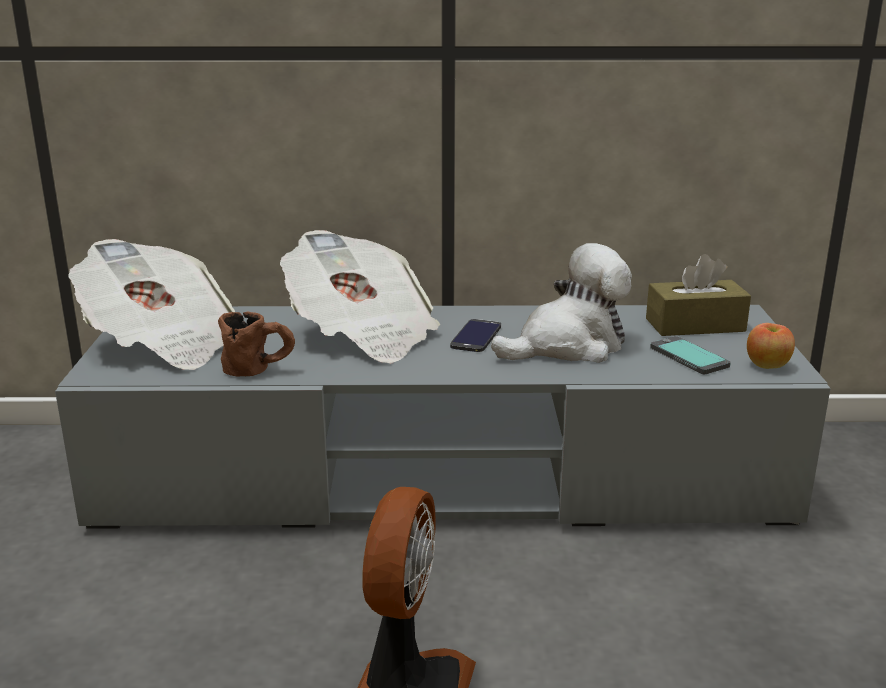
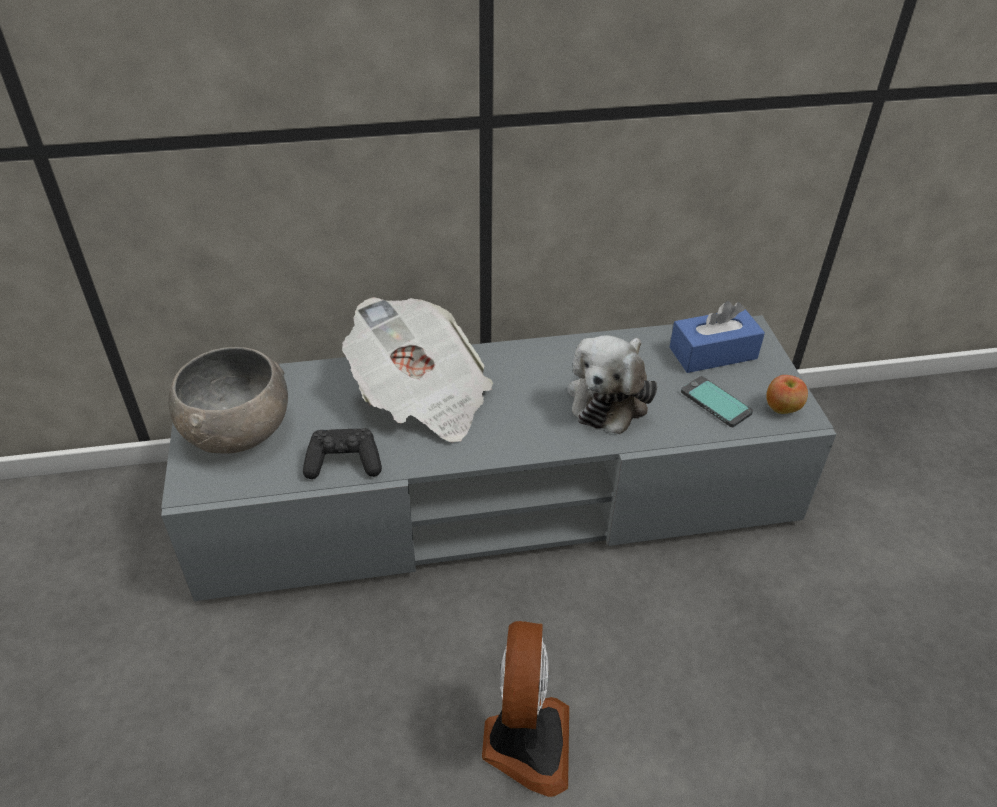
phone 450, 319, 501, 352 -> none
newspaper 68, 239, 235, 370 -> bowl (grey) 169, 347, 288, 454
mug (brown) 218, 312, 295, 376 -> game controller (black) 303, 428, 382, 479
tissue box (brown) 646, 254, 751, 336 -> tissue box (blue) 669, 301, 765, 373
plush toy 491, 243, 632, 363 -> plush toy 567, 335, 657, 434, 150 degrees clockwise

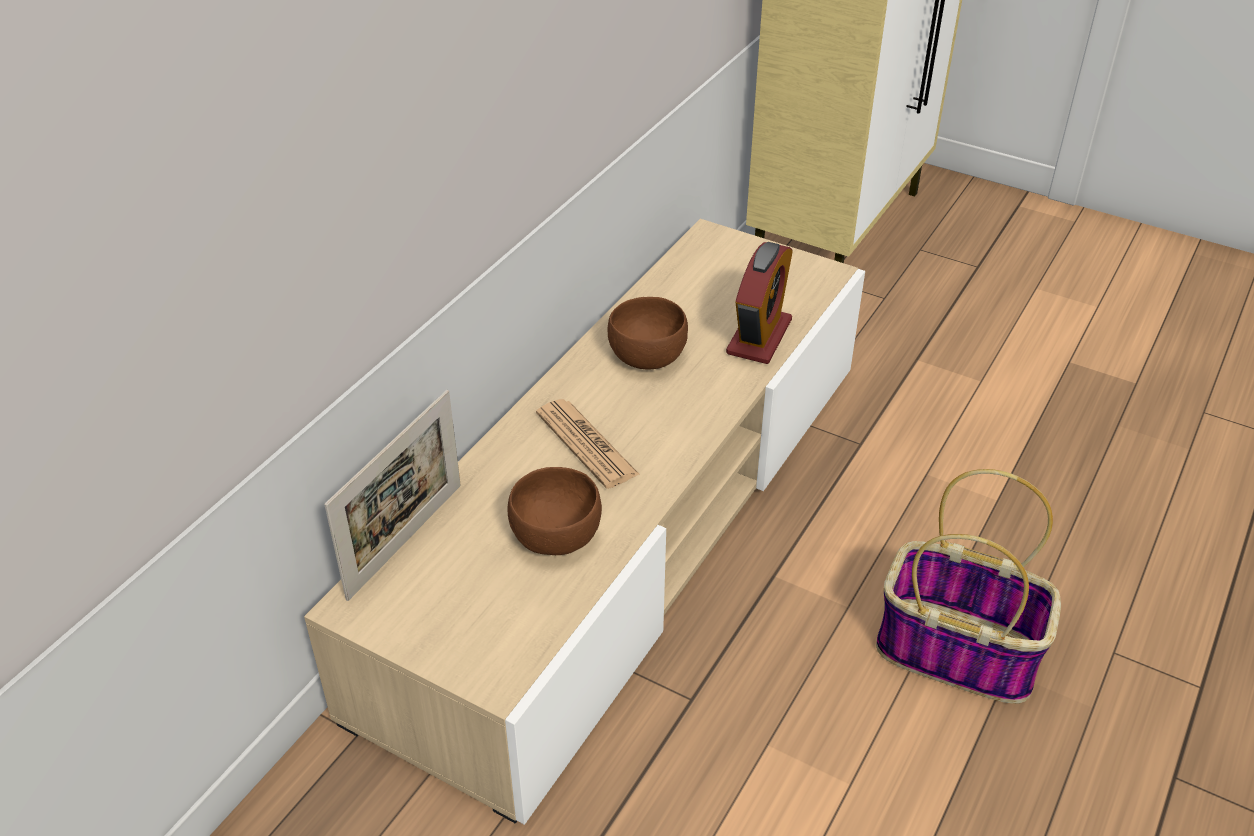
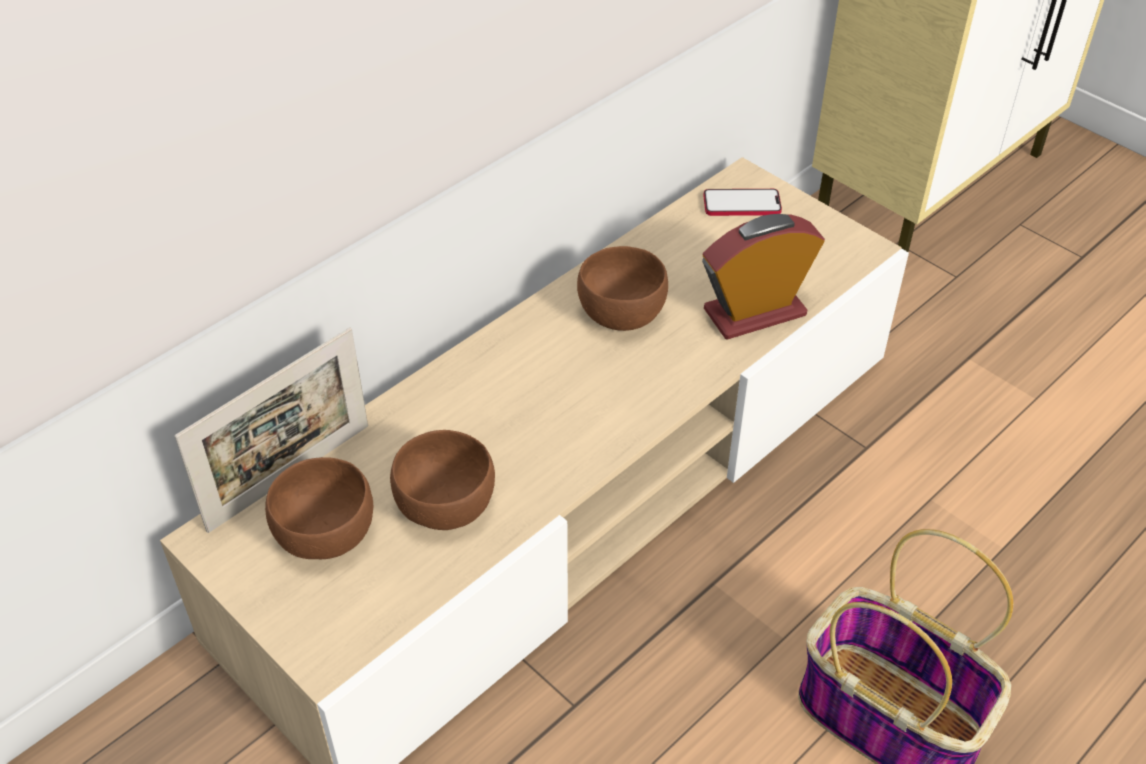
newspaper 536, 399, 640, 489 -> none
none -> bowl (brown) 265, 457, 373, 559
none -> phone 703, 189, 782, 216
alarm clock 726, 242, 793, 364 -> alarm clock 702, 214, 825, 339, 150 degrees counterclockwise

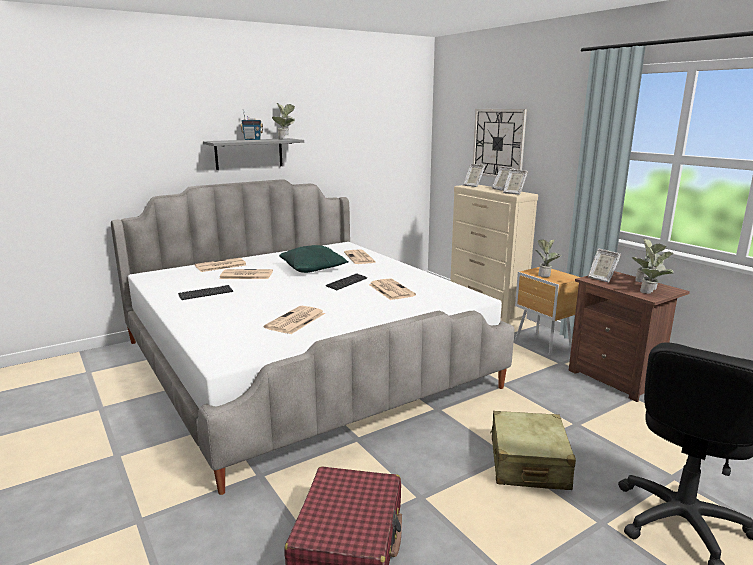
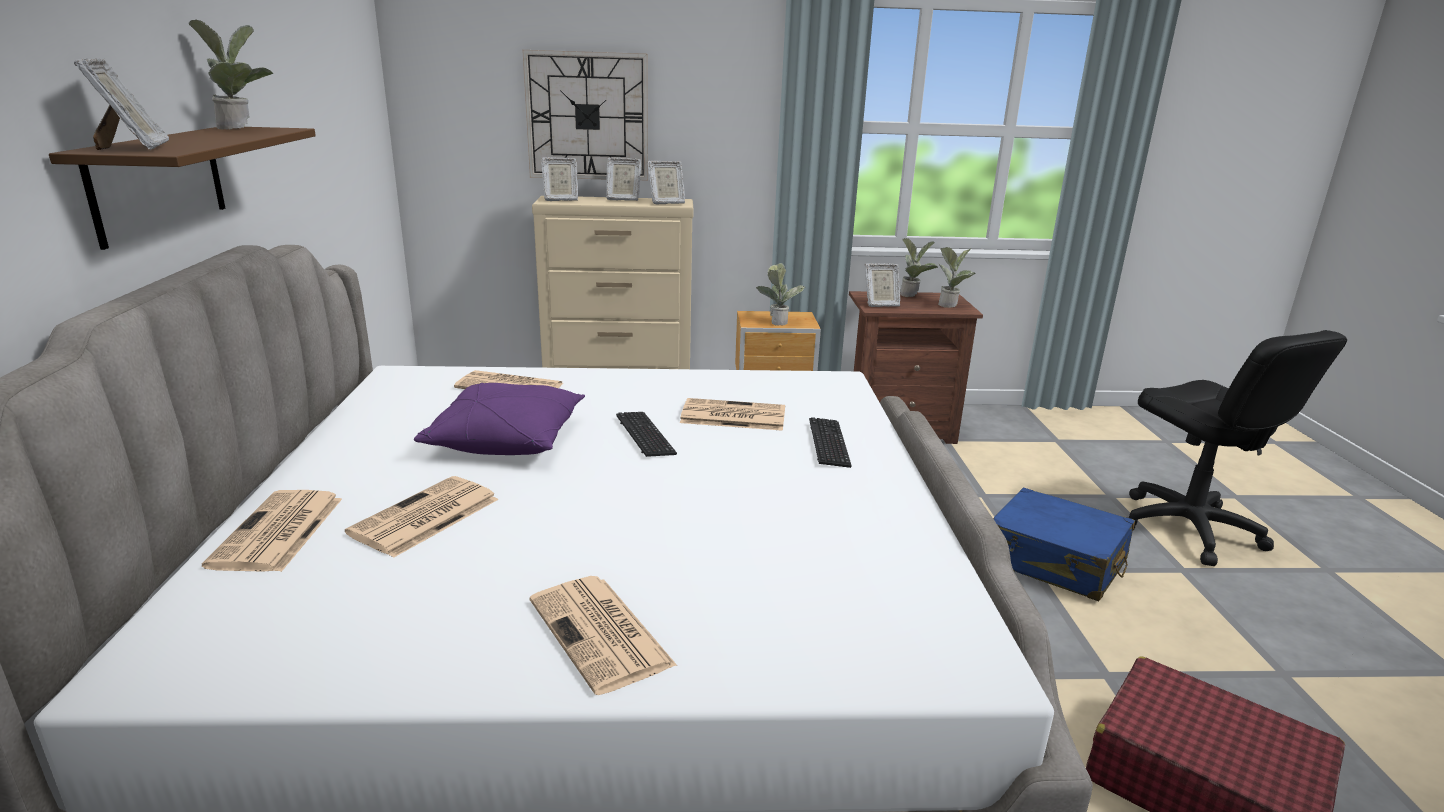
radio 240, 110, 263, 140 -> none
none -> picture frame 74, 58, 169, 150
keyboard 178, 285, 233, 300 -> keyboard 809, 417, 852, 468, move
newspaper 264, 306, 325, 334 -> newspaper 530, 576, 677, 695, move
shelf (grey) 203, 138, 304, 170 -> shelf (brown) 49, 127, 316, 250
pillow (green) 279, 245, 349, 273 -> pillow (purple) 414, 383, 585, 455
suitcase (beige) 490, 411, 576, 490 -> suitcase (blue) 993, 487, 1135, 601

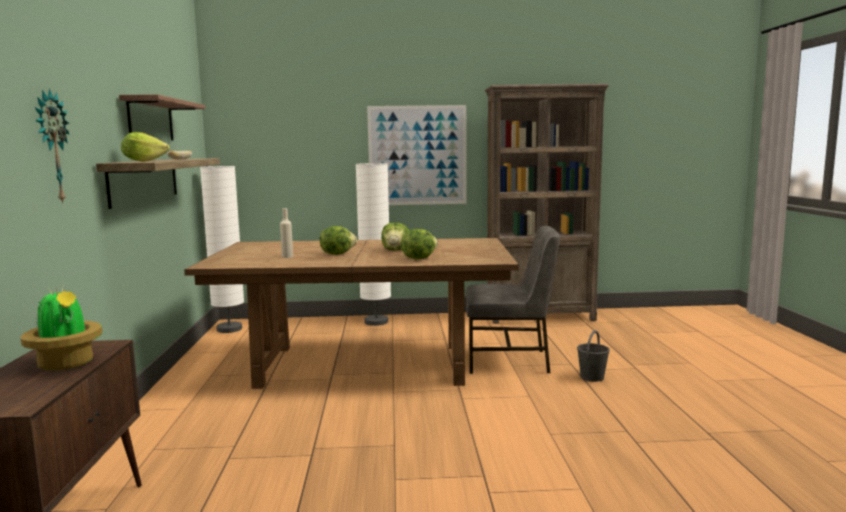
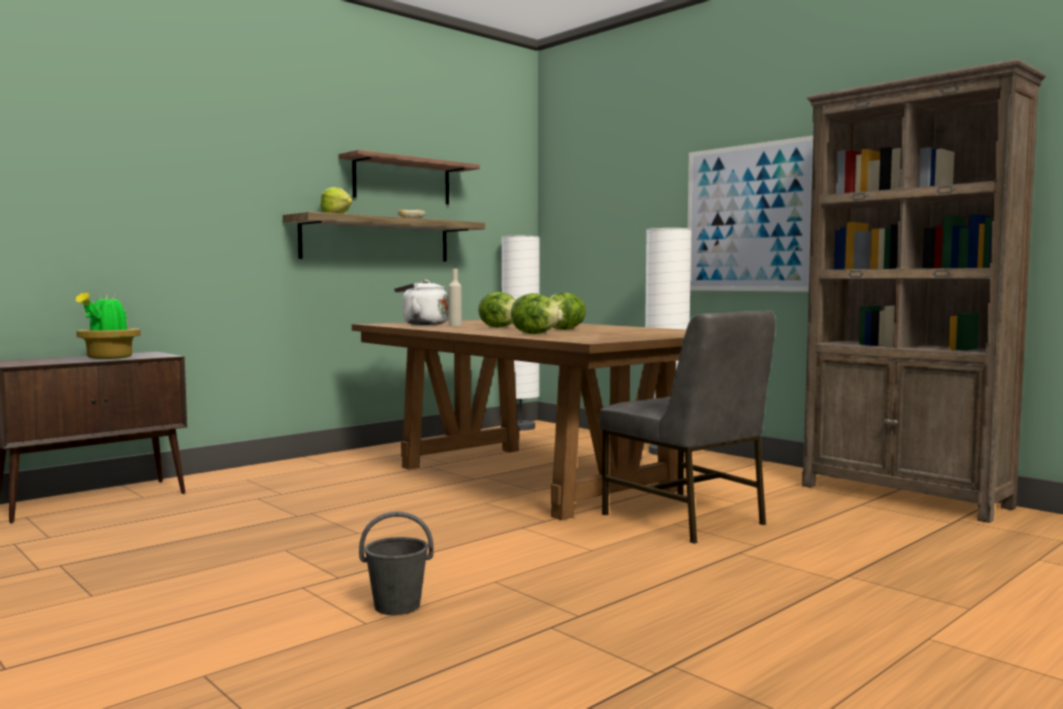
wall clock 35, 89, 70, 204 -> none
none -> kettle (white) 394, 280, 449, 325
bucket (grey) 577, 330, 610, 382 -> bucket (grey) 359, 511, 434, 615, move

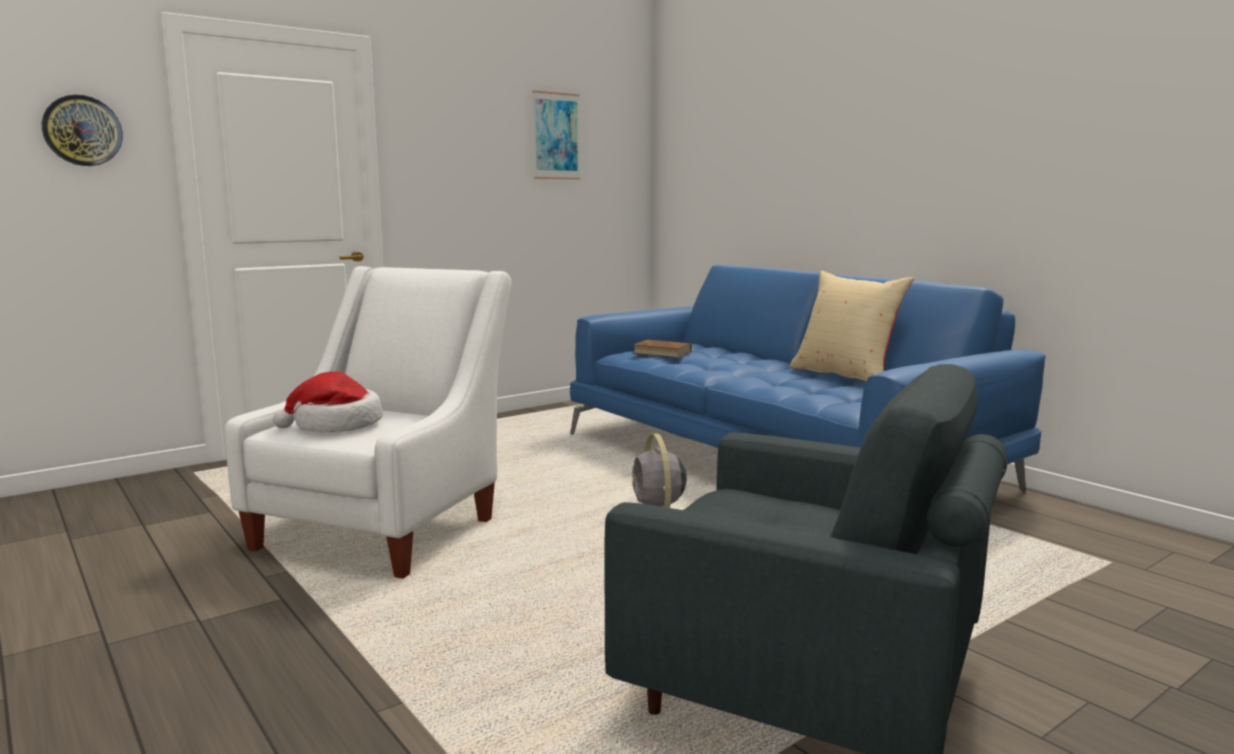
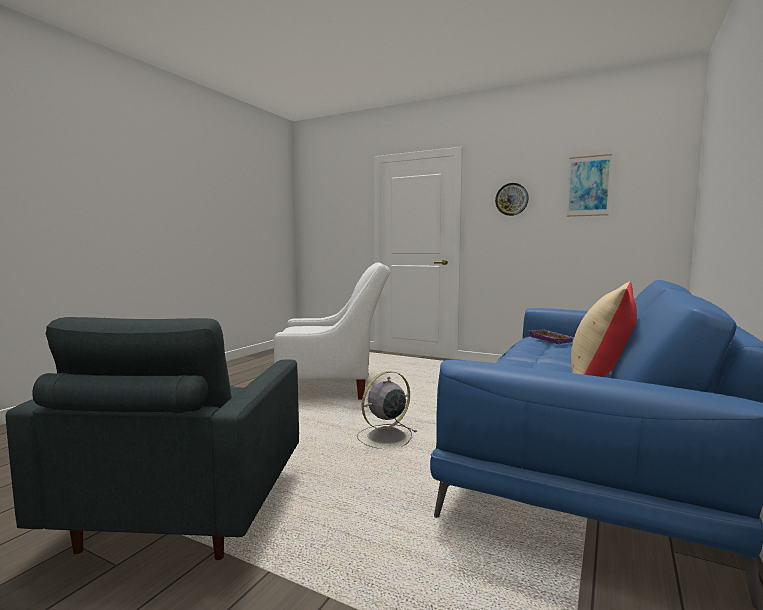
hat 273, 371, 383, 432 -> none
wall clock 42, 95, 123, 166 -> wall clock 495, 183, 529, 216, move
book (brown) 633, 340, 692, 358 -> tray (purple) 528, 329, 574, 344

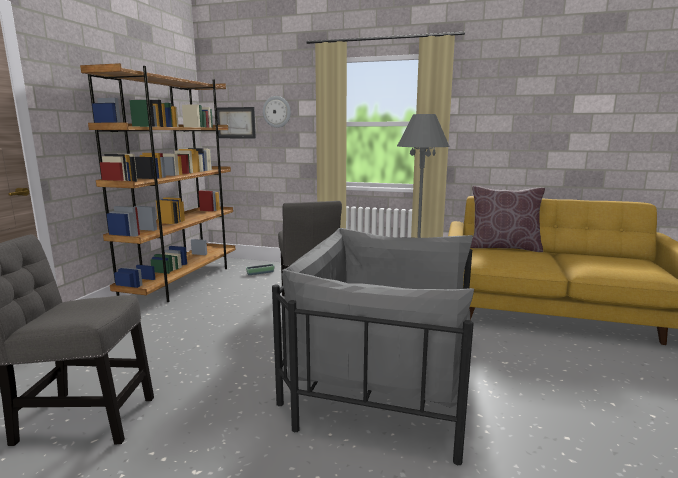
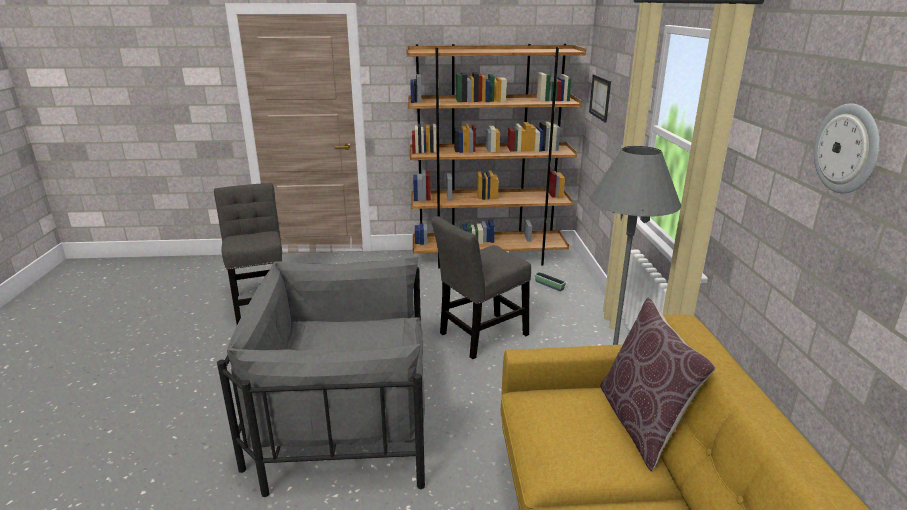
wall clock 263, 96, 291, 128 -> wall clock 814, 103, 880, 194, move
armchair (grey) 272, 228, 474, 465 -> armchair (grey) 217, 256, 425, 497, 90 degrees counterclockwise

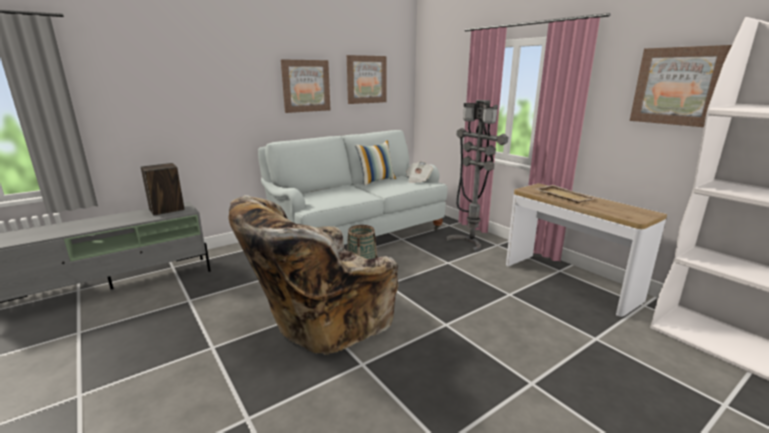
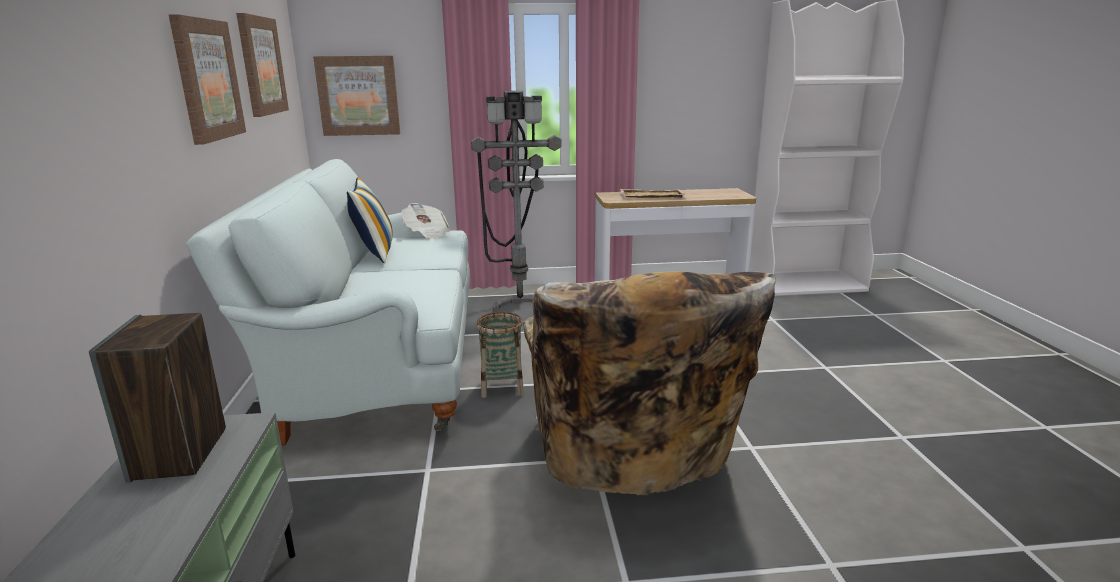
picture 630, 45, 732, 127 -> picture 313, 56, 400, 136, move

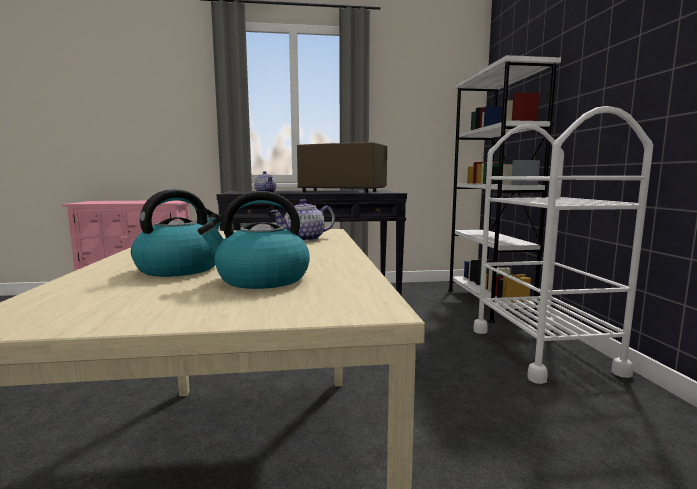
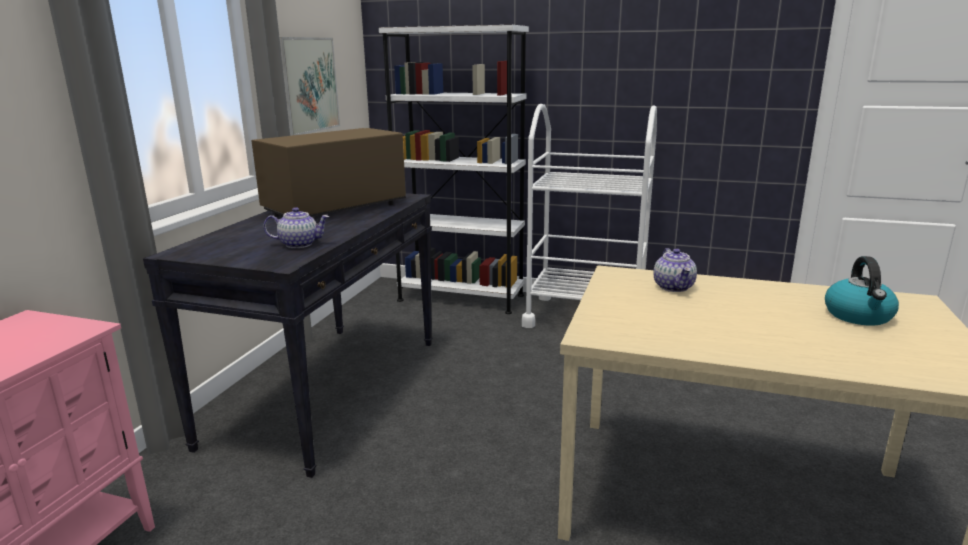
kettle 131, 189, 223, 277 -> none
none -> picture 279, 37, 340, 136

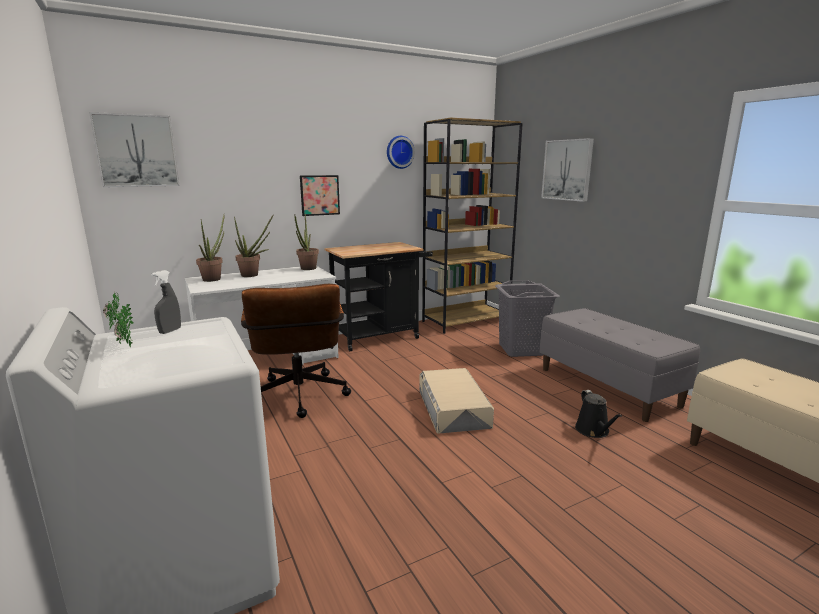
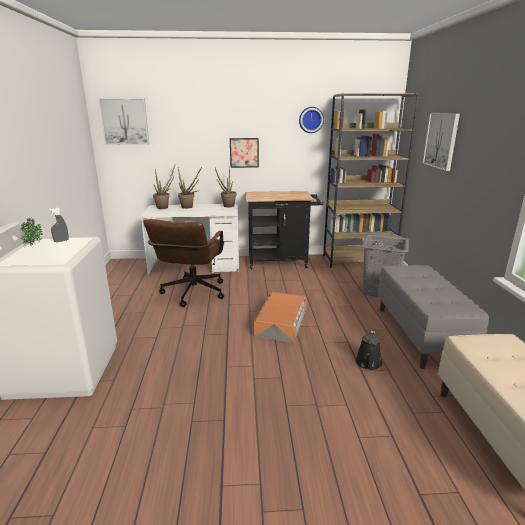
storage box (beige) 419, 368, 494, 434 -> storage box (orange) 253, 292, 307, 343

